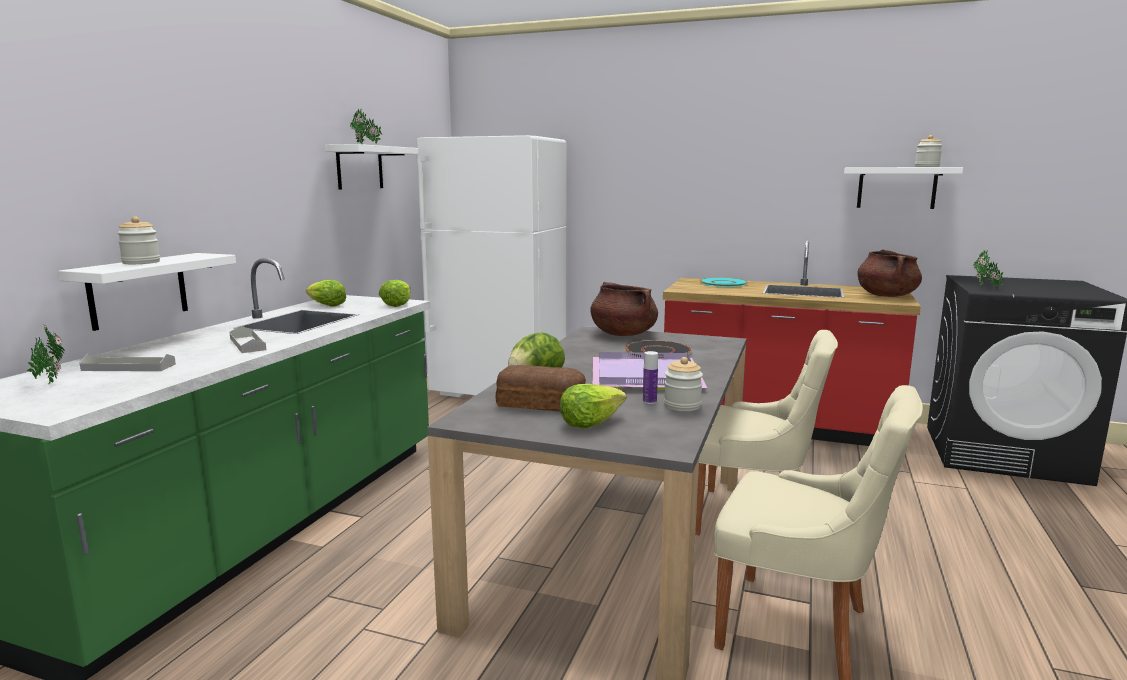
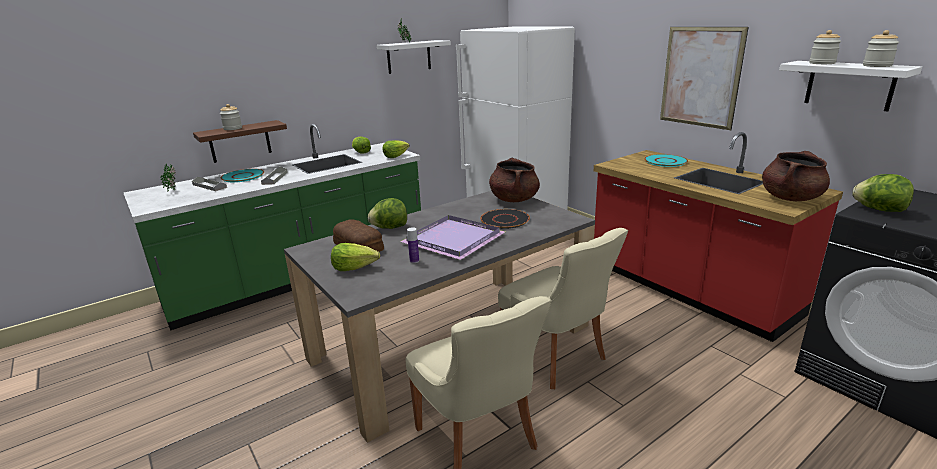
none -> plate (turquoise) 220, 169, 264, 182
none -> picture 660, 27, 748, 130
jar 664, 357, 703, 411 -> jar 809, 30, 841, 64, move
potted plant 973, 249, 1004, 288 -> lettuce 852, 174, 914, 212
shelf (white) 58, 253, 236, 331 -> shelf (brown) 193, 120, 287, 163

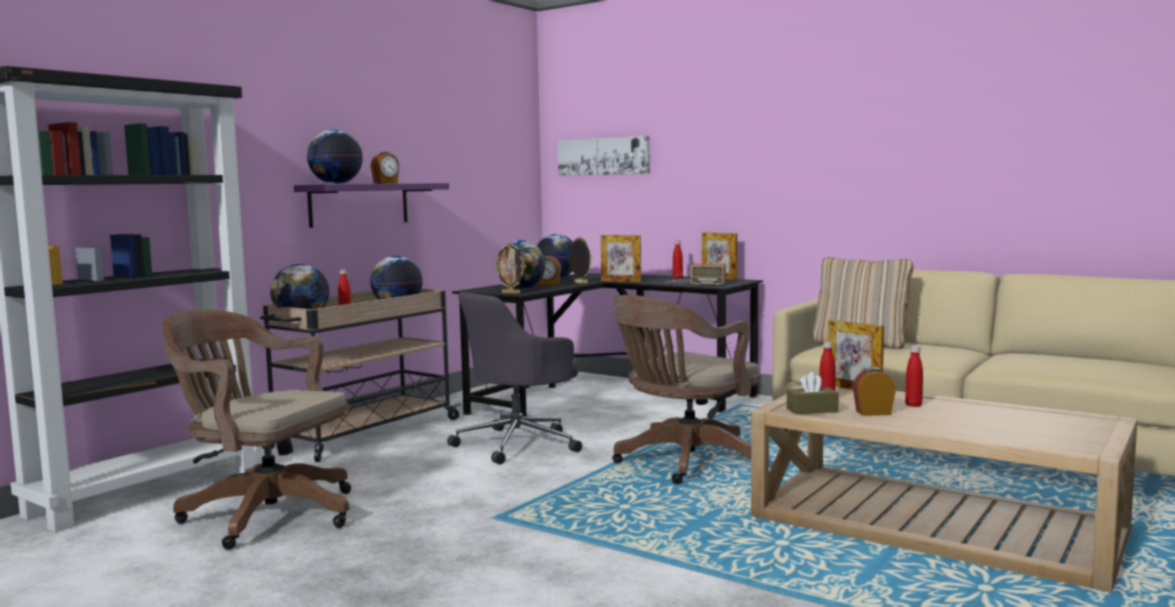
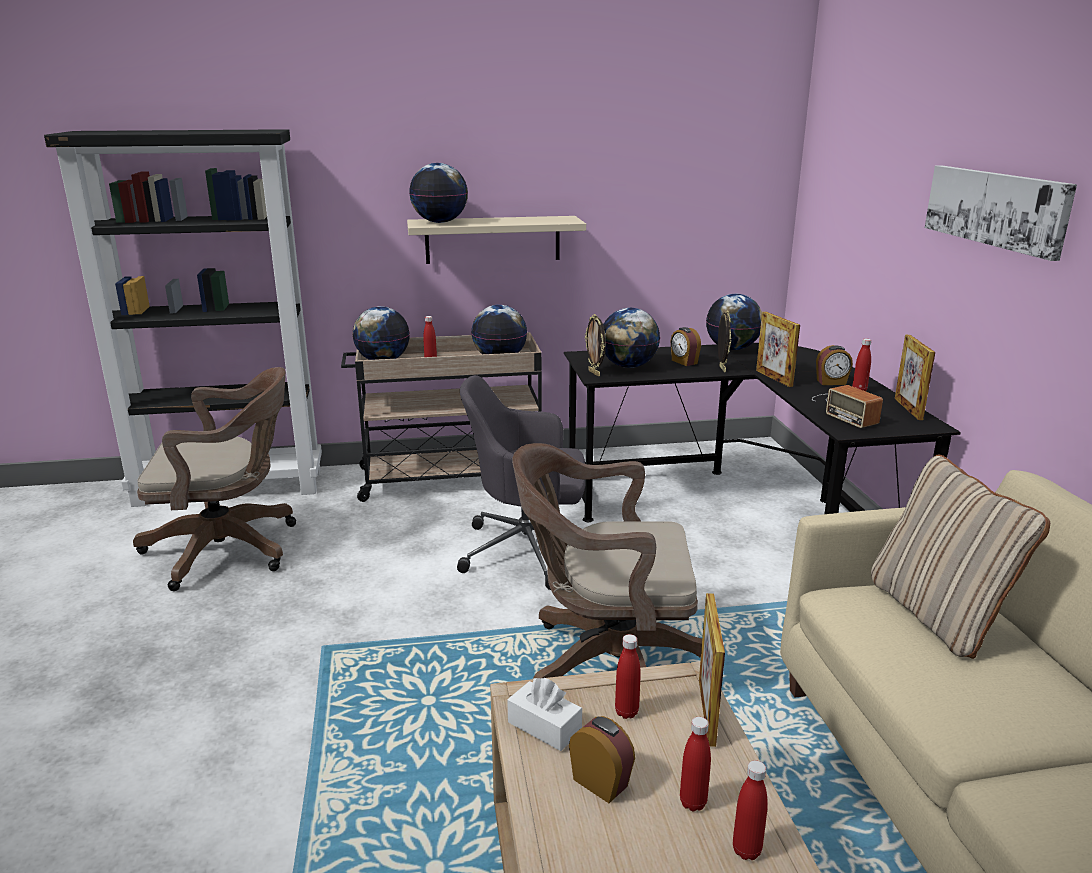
none -> bottle (red) 733, 760, 768, 860
alarm clock 371, 152, 399, 184 -> alarm clock 816, 345, 853, 385, move
picture 558, 136, 650, 176 -> picture 925, 165, 1077, 261, move
shelf (purple) 294, 183, 449, 228 -> shelf (beige) 407, 216, 586, 264
tissue box (brown) 787, 372, 839, 414 -> tissue box (white) 507, 678, 582, 751
office chair (brown) 161, 309, 351, 550 -> office chair (brown) 133, 367, 296, 591, 105 degrees clockwise

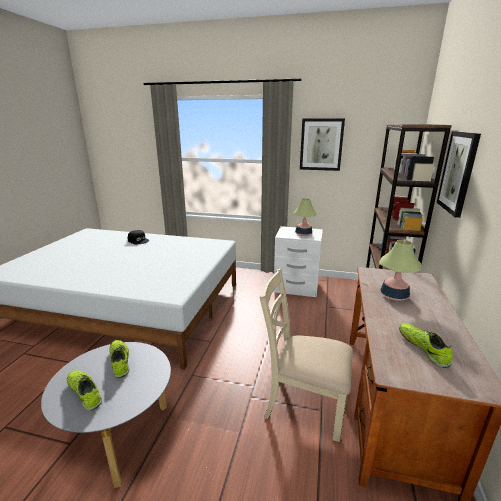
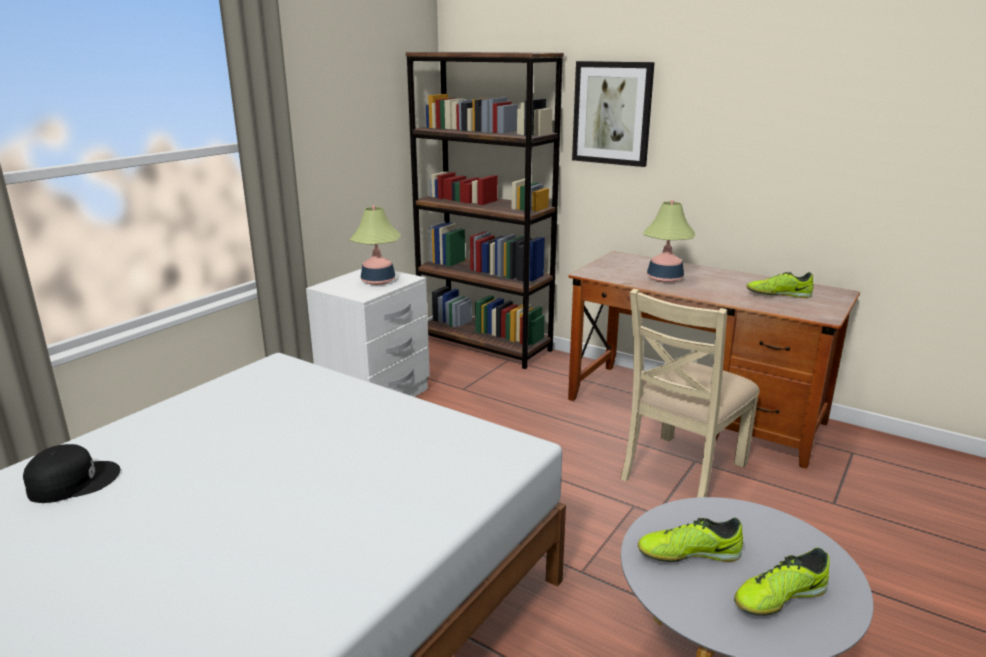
picture 300, 118, 345, 171 -> none

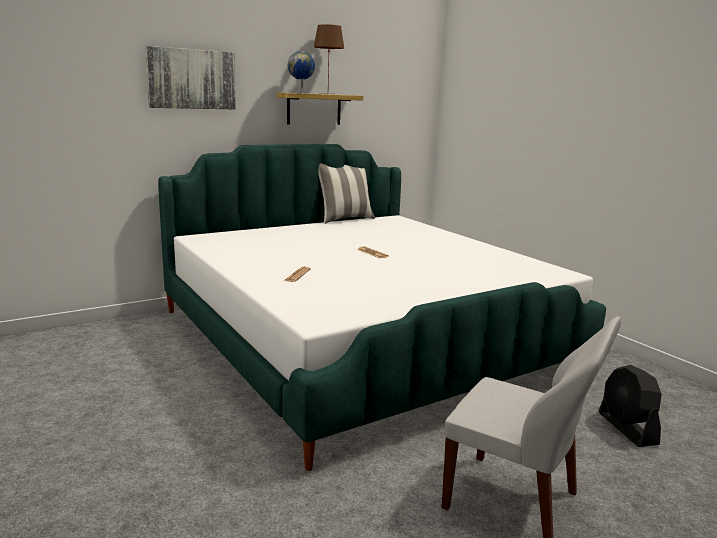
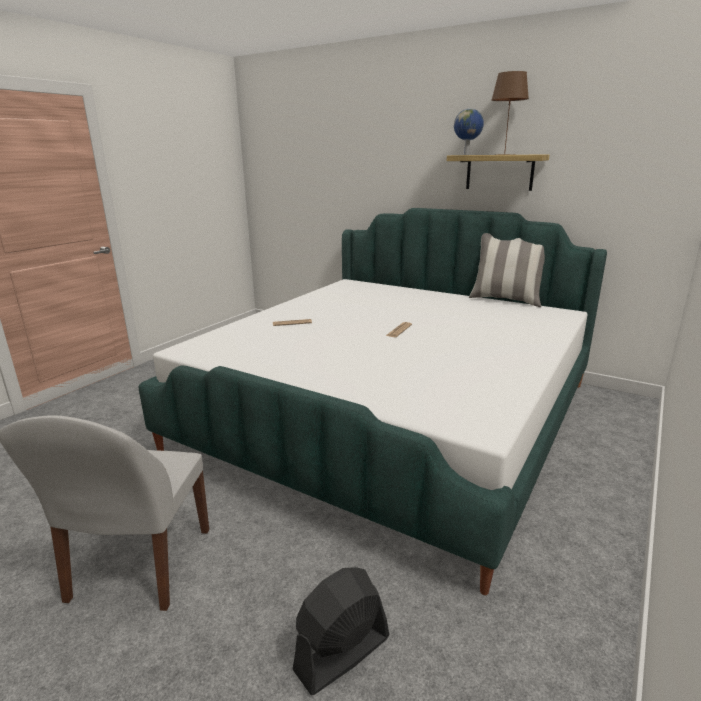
picture 145, 46, 236, 110 -> none

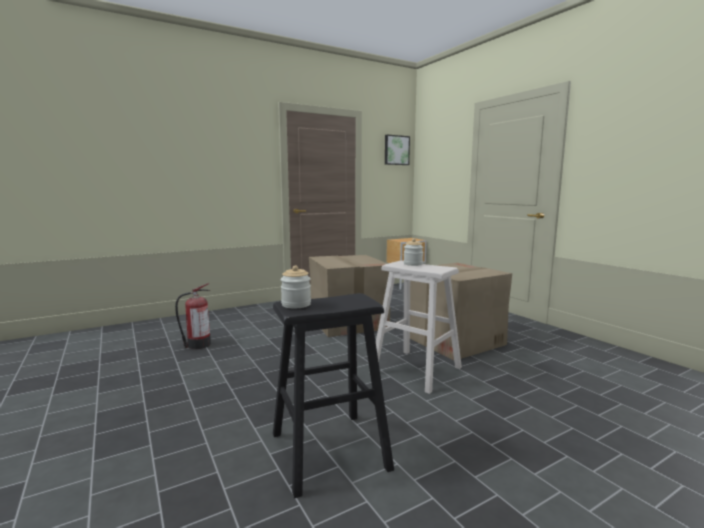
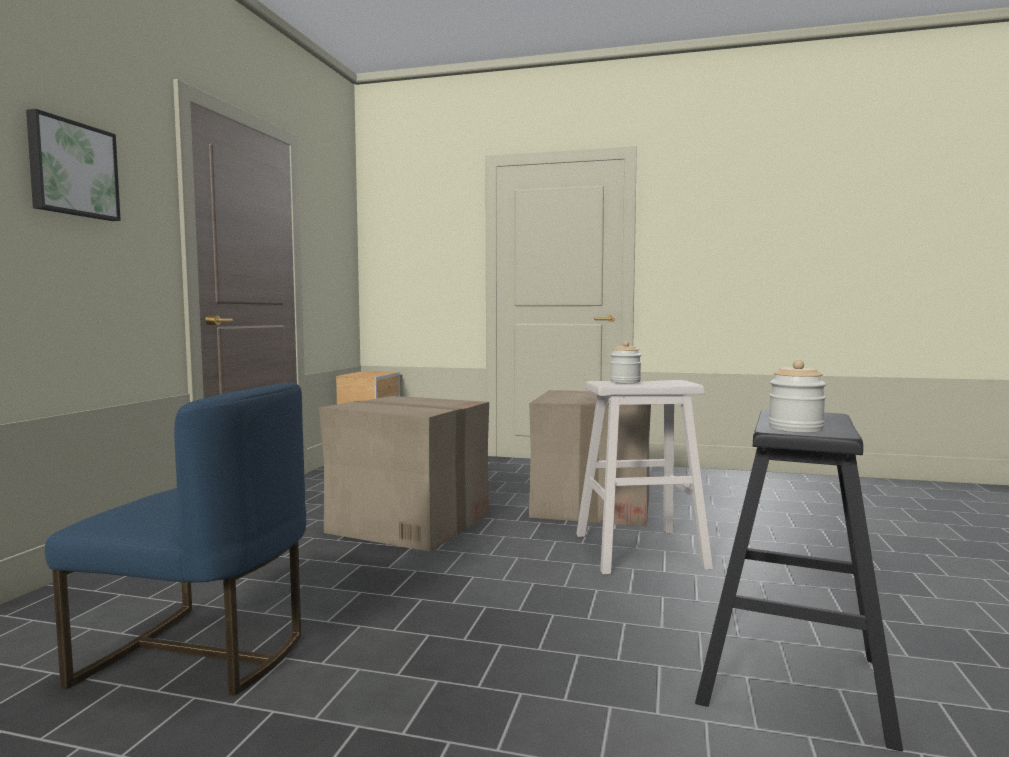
picture 385, 135, 410, 165 -> picture 26, 109, 121, 221, move
fire extinguisher 175, 283, 211, 349 -> chair (blue) 45, 382, 306, 696

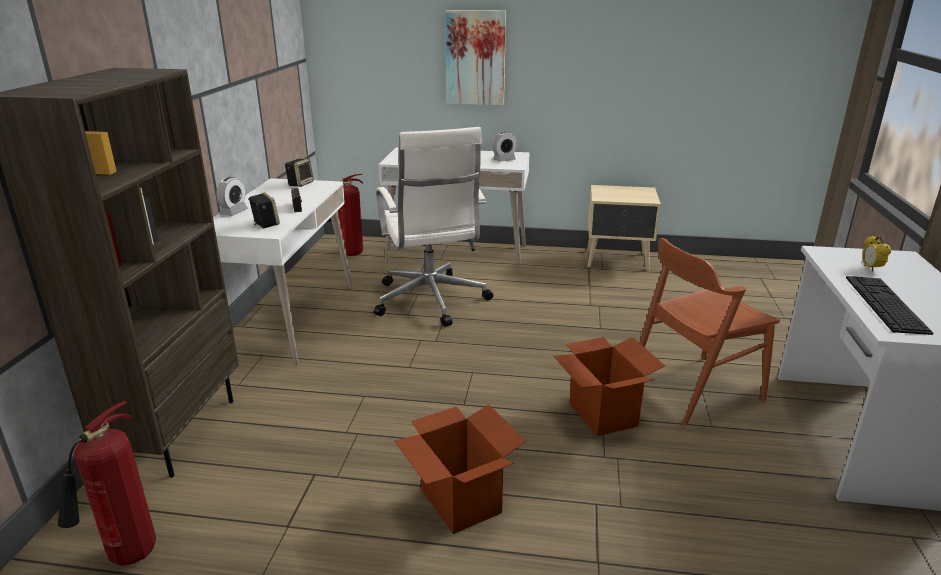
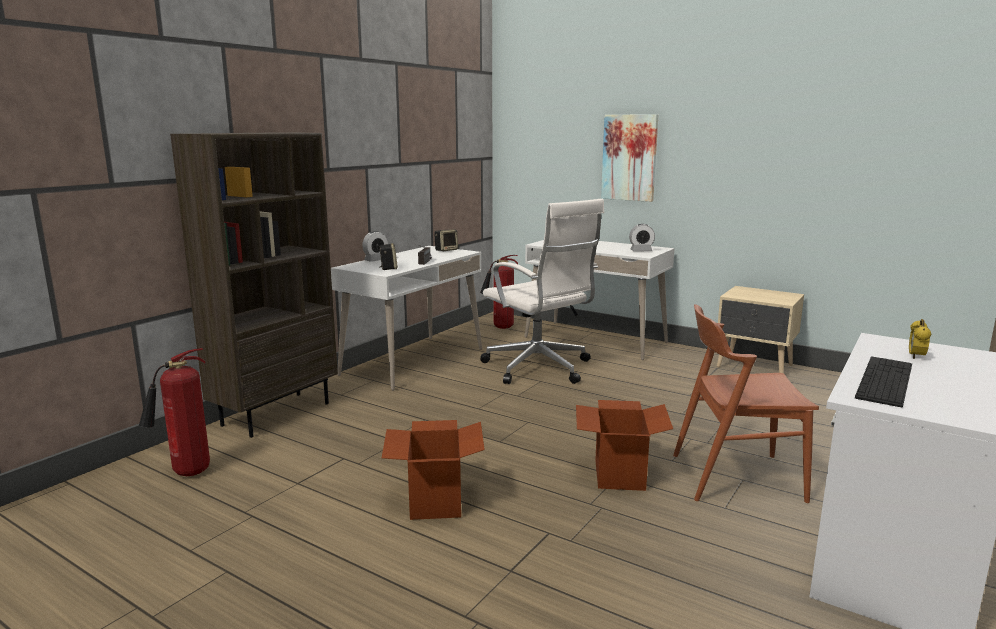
office chair (white) 374, 127, 494, 327 -> office chair (white) 480, 199, 604, 384, 45 degrees counterclockwise

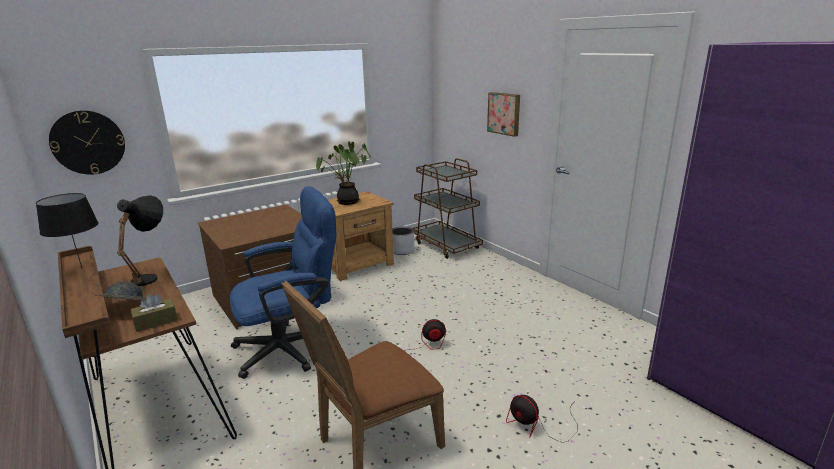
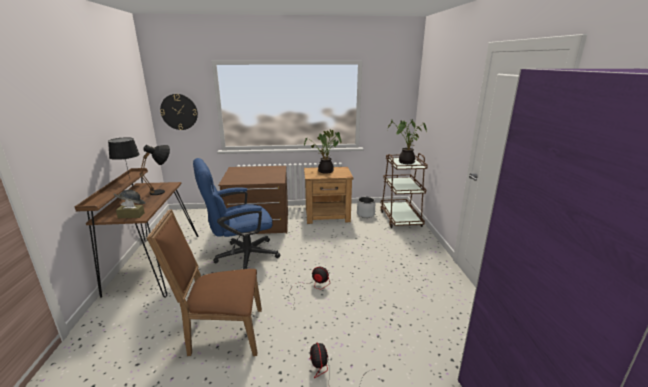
picture 487, 92, 520, 137 -> none
none -> potted plant 388, 119, 427, 164
office chair (blue) 230, 186, 336, 379 -> office chair (blue) 193, 158, 280, 269, 150 degrees clockwise

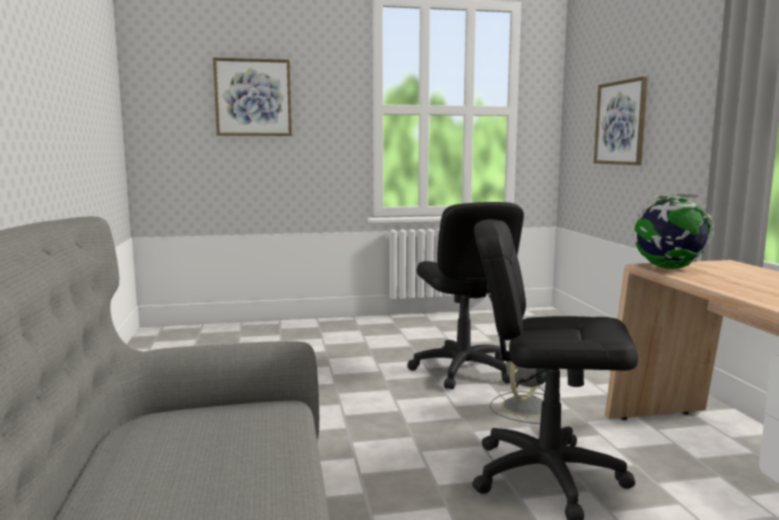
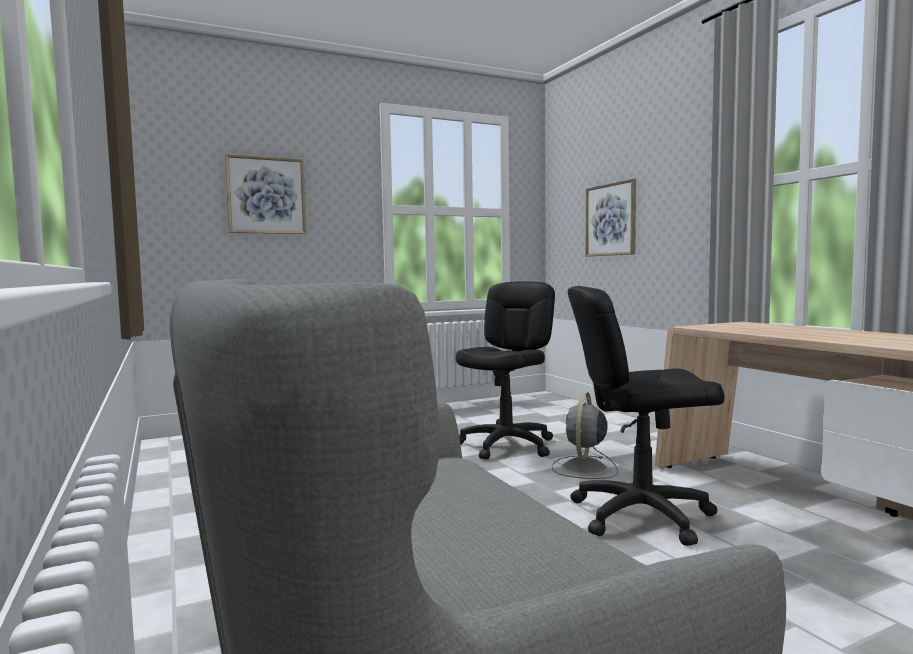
globe 634, 193, 714, 269 -> none
office chair (black) 407, 202, 524, 389 -> office chair (black) 456, 281, 555, 460, 120 degrees counterclockwise

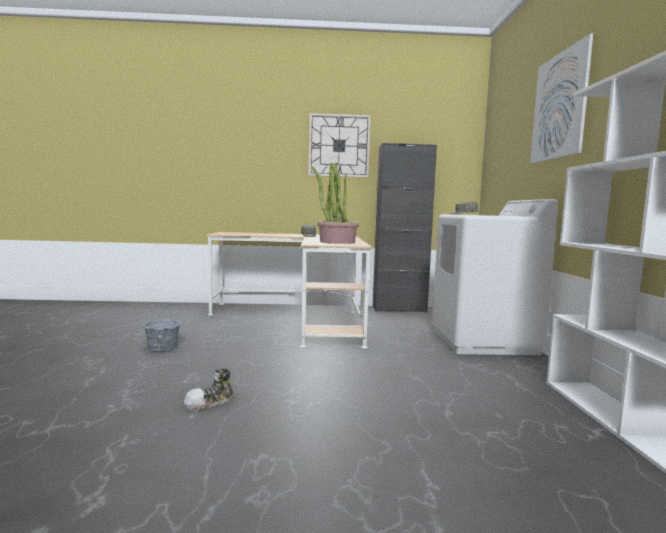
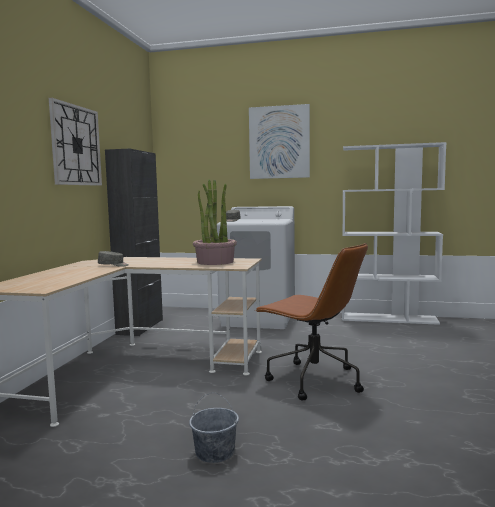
shoe 184, 369, 233, 411 -> none
none -> office chair (brown) 255, 243, 368, 400

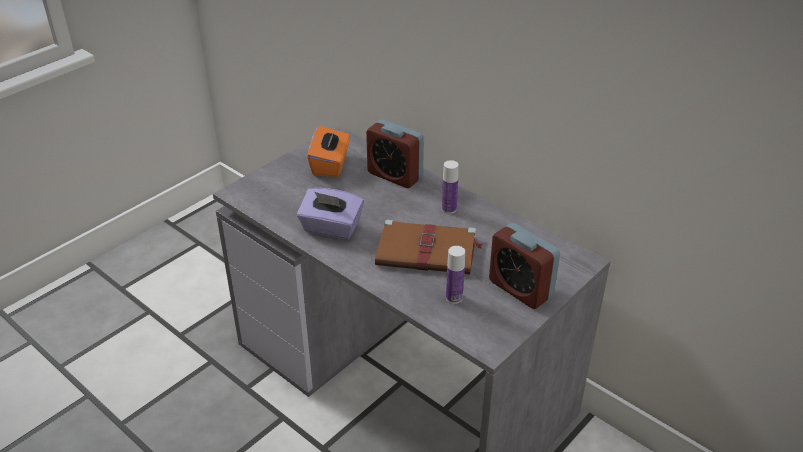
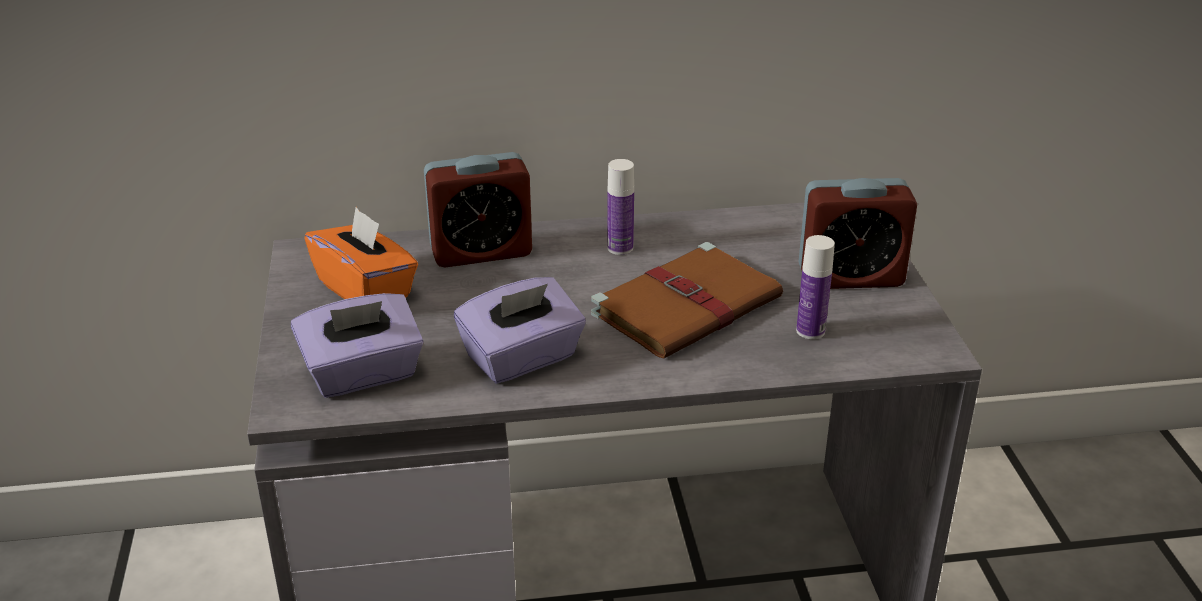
none -> tissue box (purple) 291, 293, 424, 398

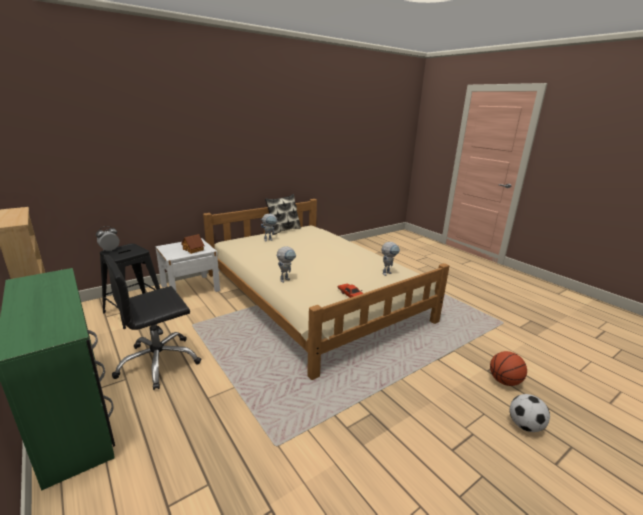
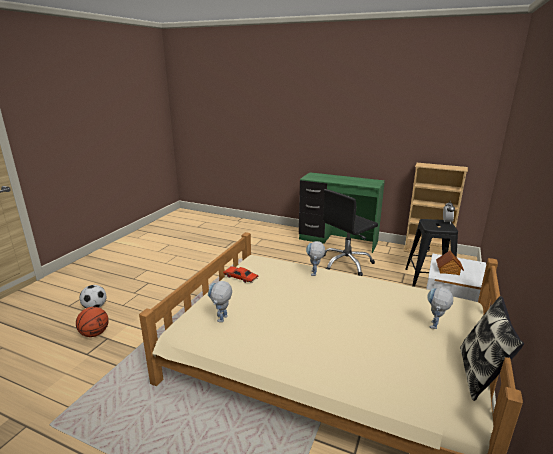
office chair (black) 104, 255, 201, 390 -> office chair (black) 323, 189, 378, 276, 150 degrees counterclockwise

